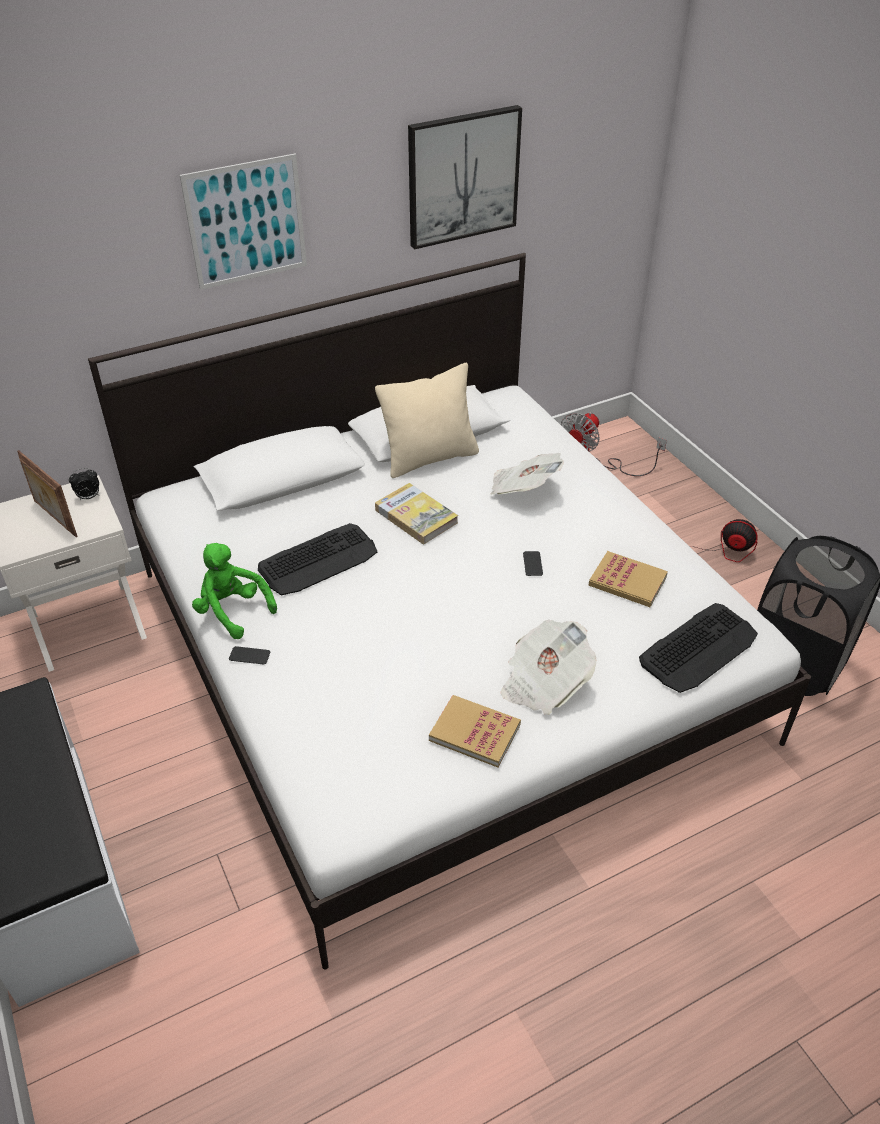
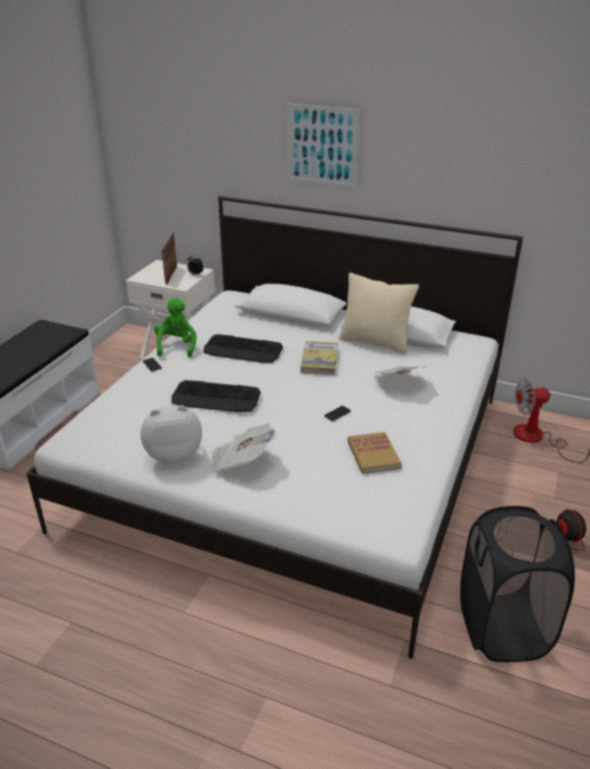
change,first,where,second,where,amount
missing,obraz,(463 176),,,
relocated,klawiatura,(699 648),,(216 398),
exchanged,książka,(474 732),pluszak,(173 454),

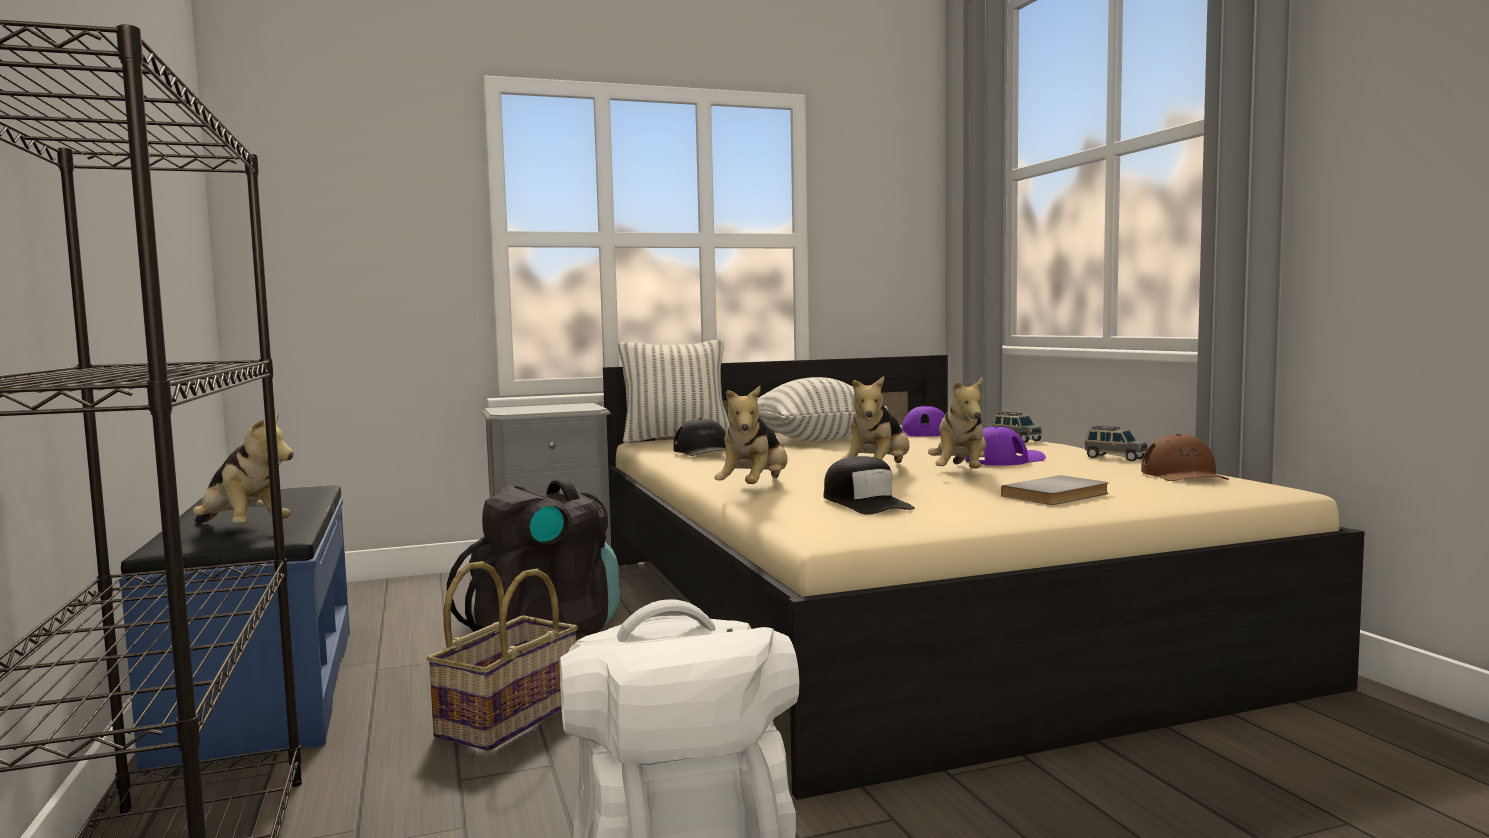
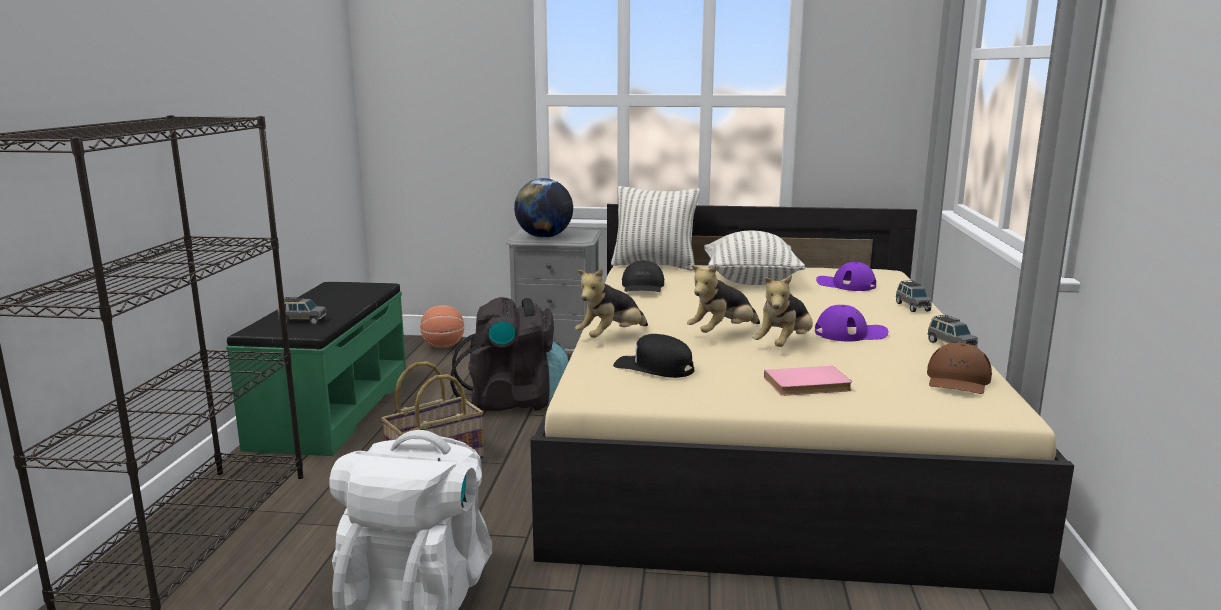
change,first,where,second,where,amount
exchanged,pluszak,(242 531),samochodzik/szary,(302 321),
spun,czapka z daszkiem/czarny,(865 503),,(654 368),120 degrees clockwise
colour,książka/szary,(1058 495),książka/różowy,(808 385),
colour,ławka/niebieski,(260 691),ławka/zielony,(330 411),
appeared,,,globus,(544 237),
appeared,,,piłka do koszykówki,(443 346),

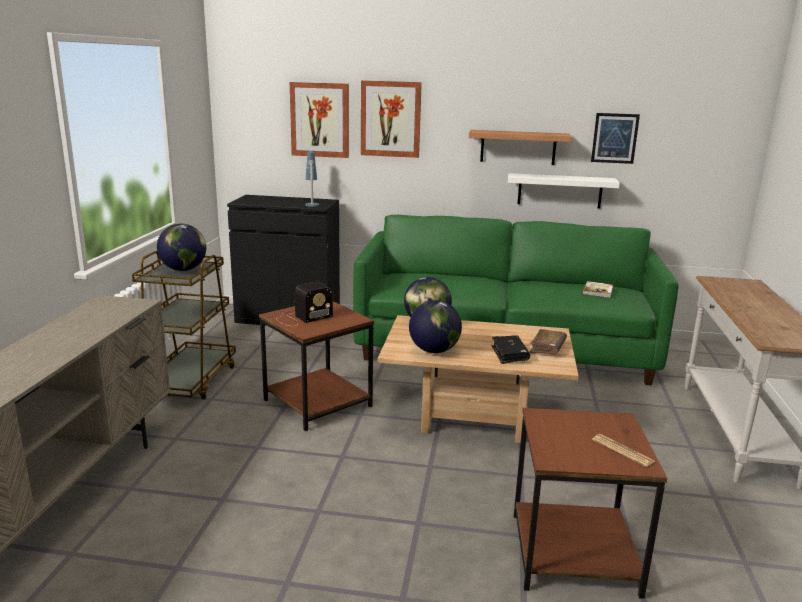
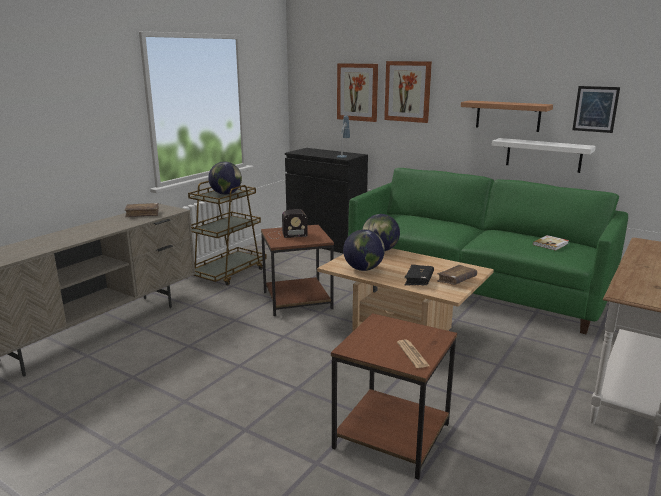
change,first,where,second,where,amount
appeared,,,książka/brązowy,(142 214),

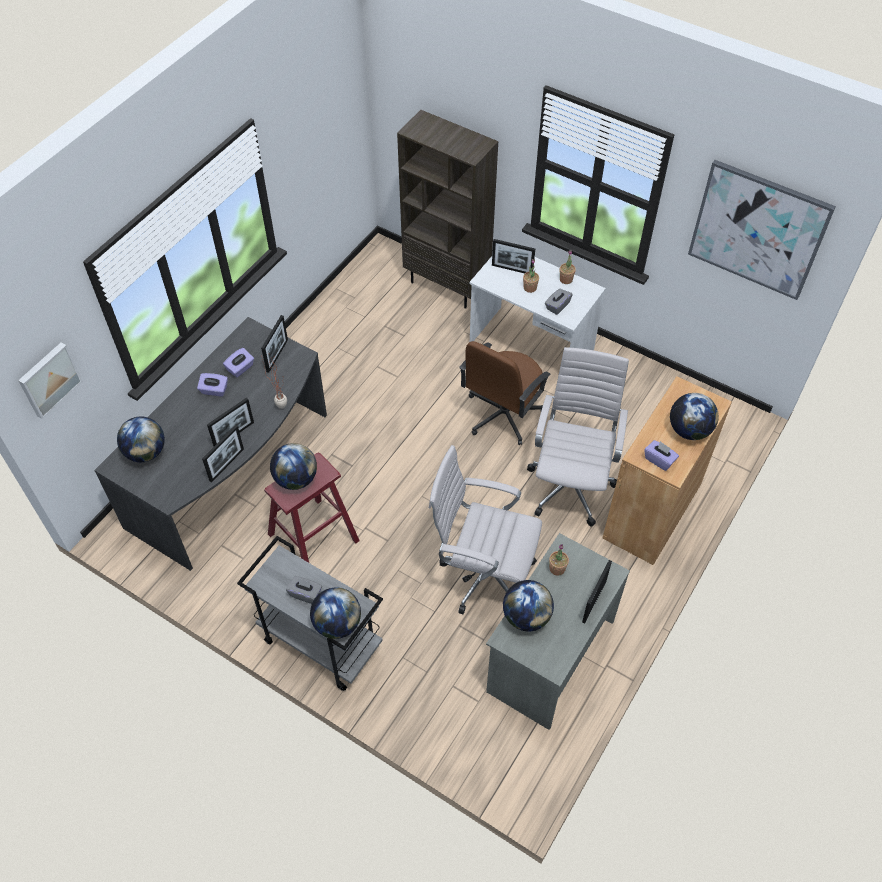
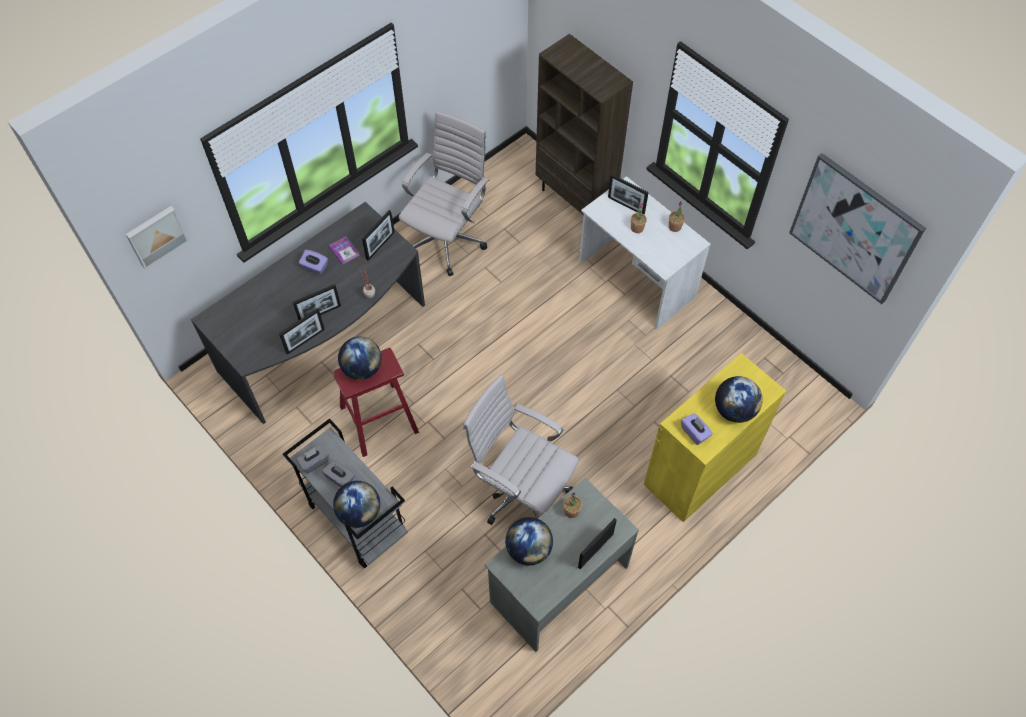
change,first,where,second,where,amount
relocated,pudełko chusteczek/szary,(557 306),,(314 462),
missing,krzesło biurowe/brązowy,(502 414),,,
relocated,krzesło biurowe/biały,(571 484),,(448 239),
exchanged,pudełko chusteczek/fioletowy,(240 368),książka,(344 251),
colour,szafka/brązowy,(652 510),szafka/żółty,(700 469),
missing,globus,(146 452),,,

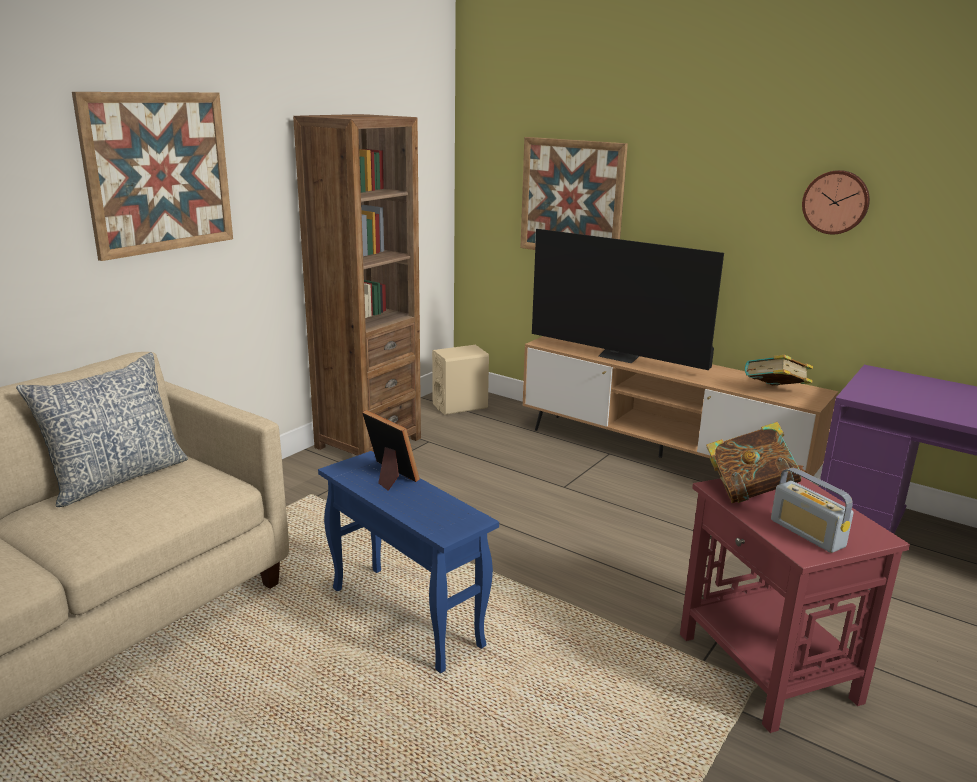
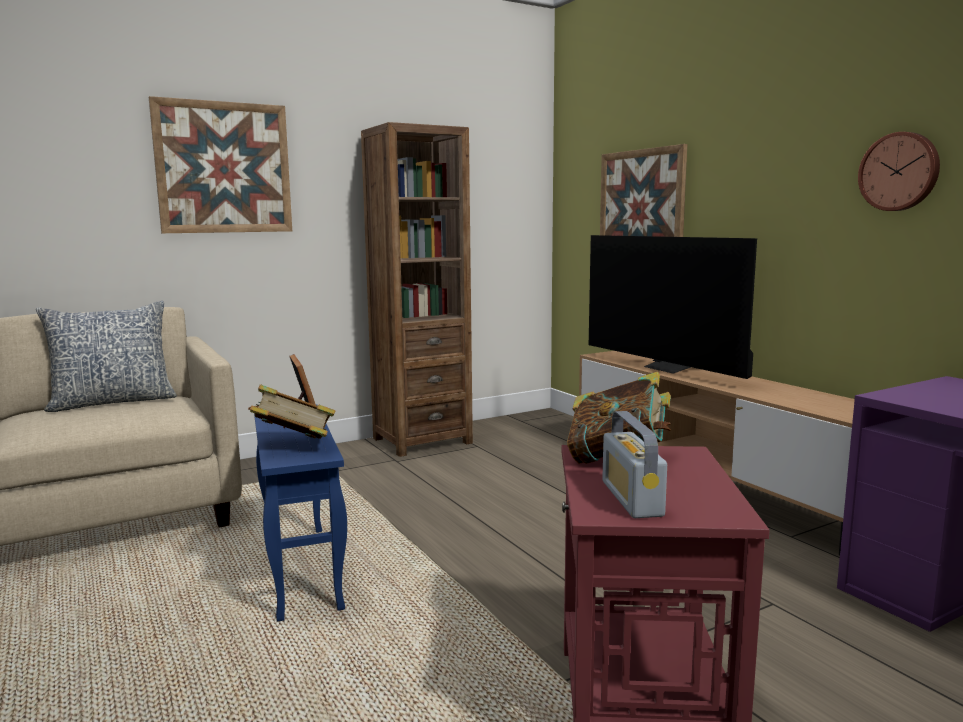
change,first,where,second,where,amount
missing,głośnik/beżowy,(460 406),,,
relocated,książka,(774 392),,(293 446),

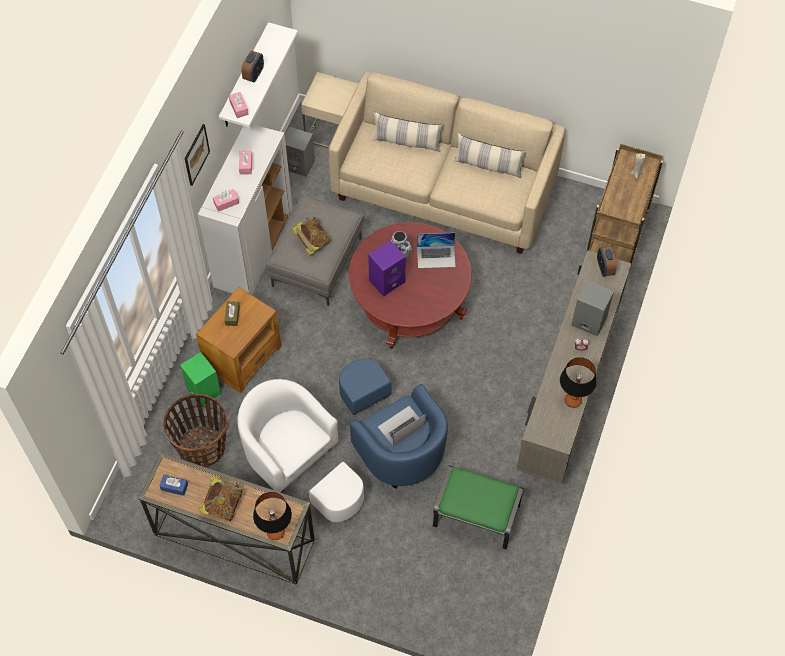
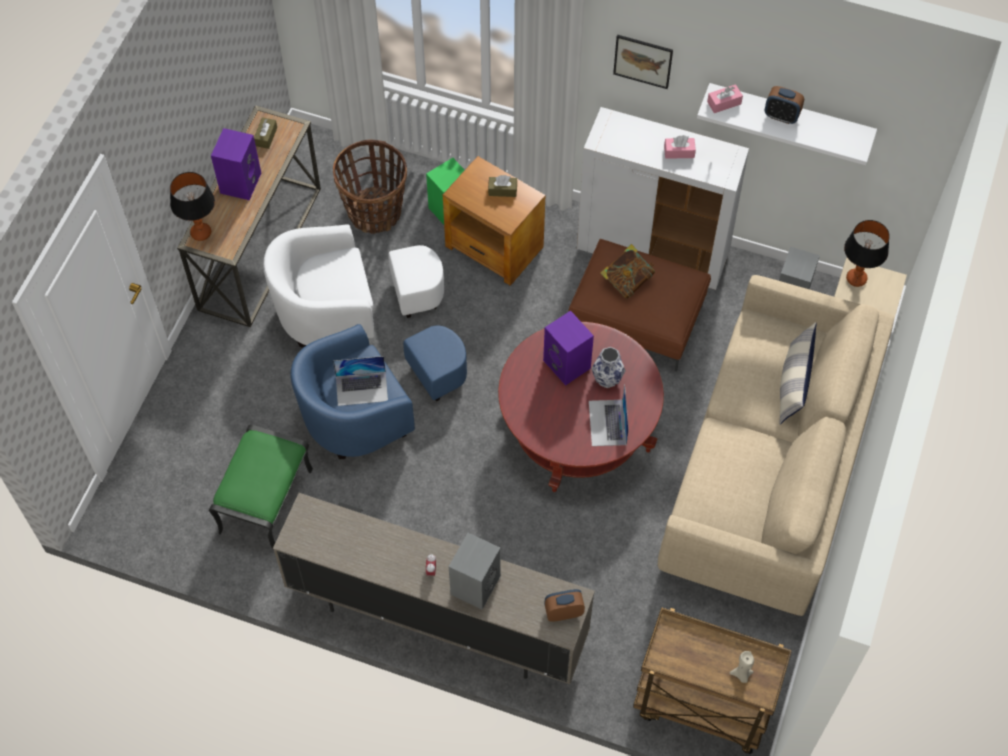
change,first,where,second,where,amount
missing,poduszka,(488 166),,,
missing,pudełko chusteczek/różowy,(226 203),,,
colour,pufa/szary,(316 261),pufa/brązowy,(638 320),
relocated,lampa stołowa,(573 400),,(856 279),
spun,fotel/biały,(299 464),,(348 309),150 degrees counterclockwise
spun,laptop,(401 426),,(362 388),120 degrees clockwise
colour,pudełko chusteczek/niebieski,(174 487),pudełko chusteczek/brązowy,(266 136),
exchanged,książka,(222 505),głośnik/fioletowy,(240 182),

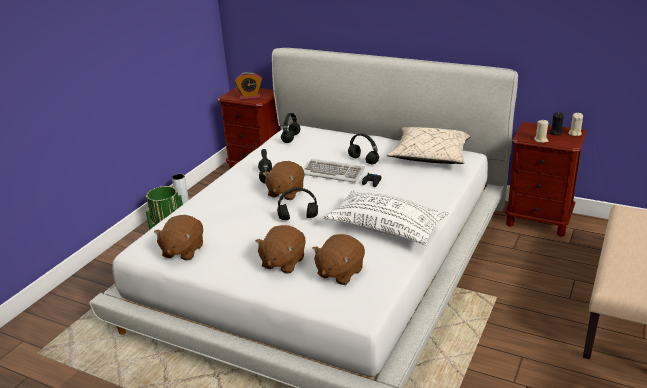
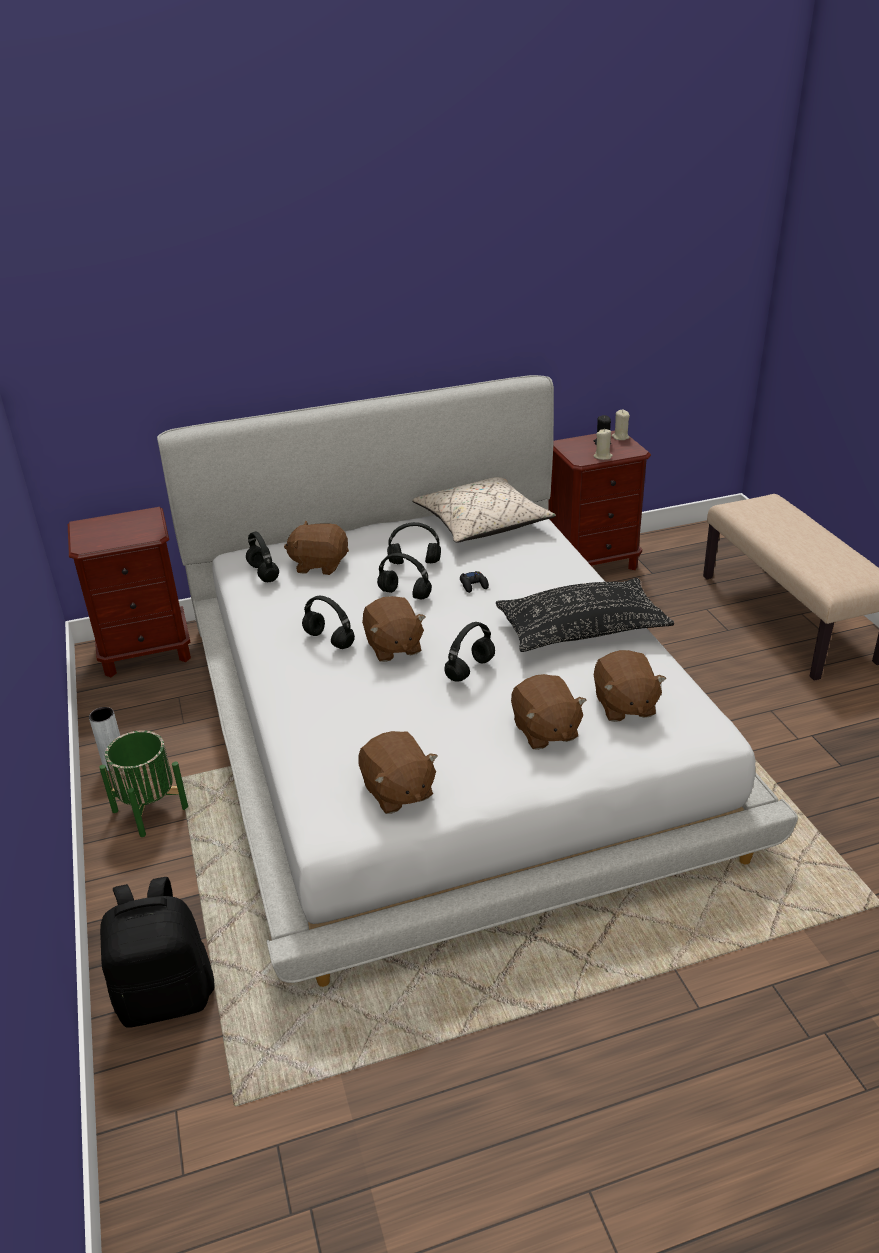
change,first,where,second,where,amount
missing,budzik,(250 97),,,
exchanged,klawiatura,(333 173),słuchawki/czarny,(406 594),
colour,poduszka/biały,(386 228),poduszka/czarny,(582 630),
appeared,,,pluszak/brązowy,(319 564),
appeared,,,plecak/czarny,(166 996),

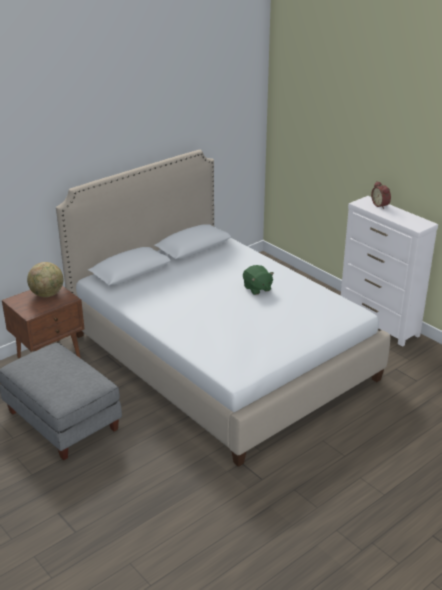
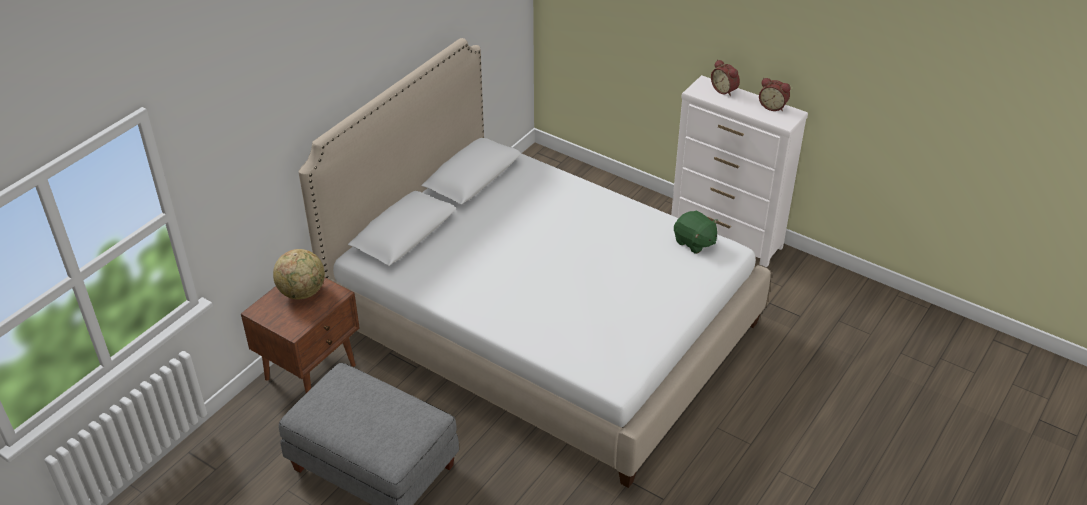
change,first,where,second,where,amount
relocated,pluszak/zielony,(257 288),,(694 242),
appeared,,,budzik,(773 106),

